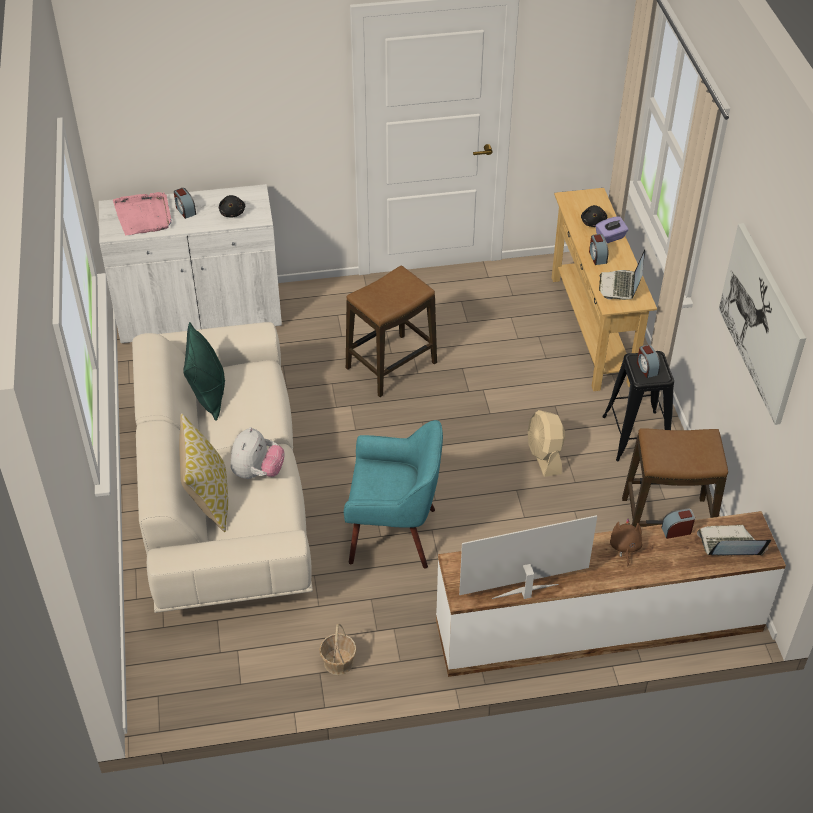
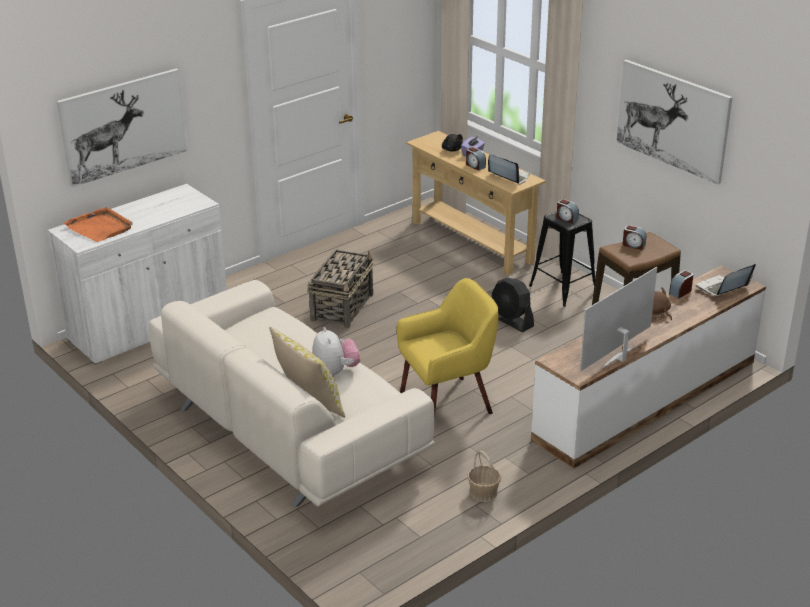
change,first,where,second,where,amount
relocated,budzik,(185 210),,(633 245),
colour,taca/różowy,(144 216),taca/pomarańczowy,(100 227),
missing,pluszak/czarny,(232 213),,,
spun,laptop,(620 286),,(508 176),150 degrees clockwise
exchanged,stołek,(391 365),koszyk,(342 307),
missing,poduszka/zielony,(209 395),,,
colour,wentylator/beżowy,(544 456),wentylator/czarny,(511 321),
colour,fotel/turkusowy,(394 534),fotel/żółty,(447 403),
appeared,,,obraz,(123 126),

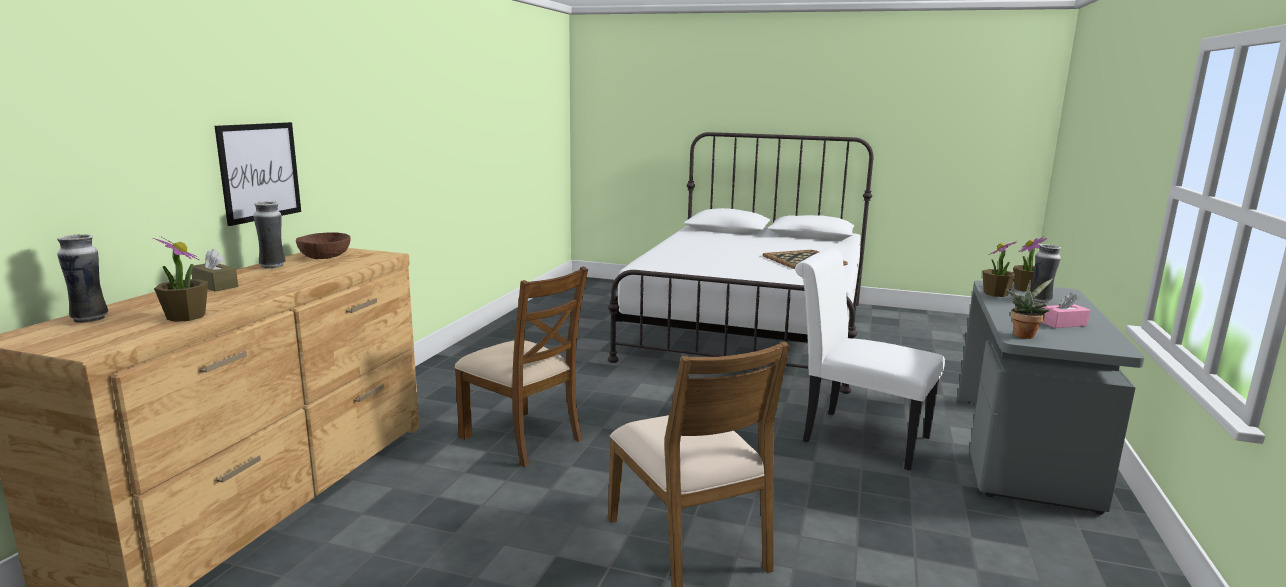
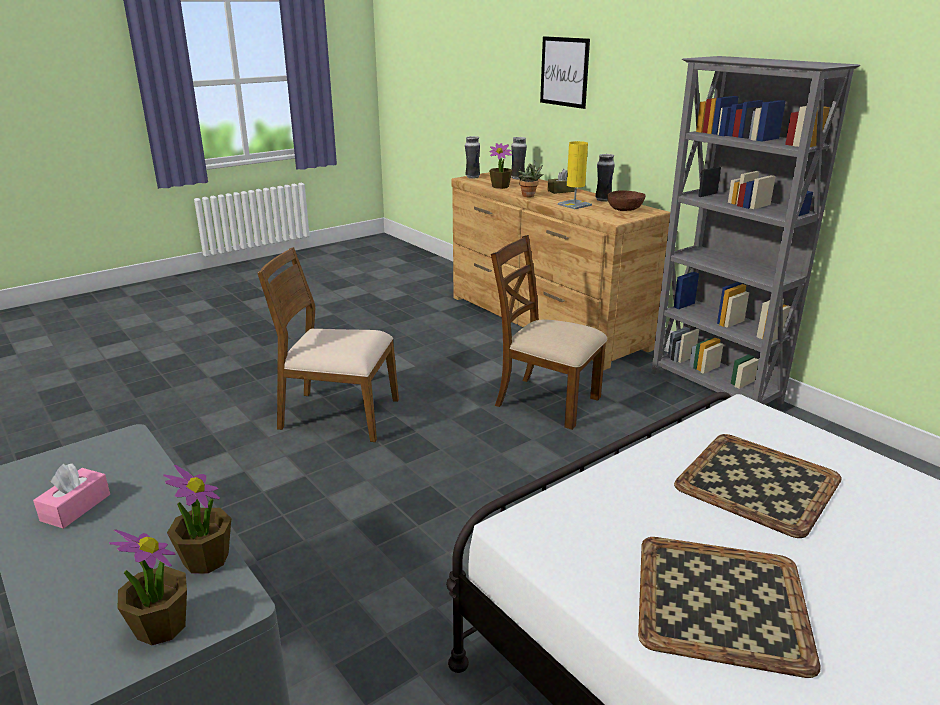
change,first,where,second,where,amount
relocated,obraz,(259 171),,(564 72),
relocated,wazon,(1040 301),,(472 177),
missing,krzesło/biały,(856 437),,,
spun,krzesło/brązowy,(523 438),,(546 401),45 degrees clockwise
relocated,roślina doniczkowa,(1024 334),,(529 196),
appeared,,,regał/szary,(714 388),
appeared,,,lampa stołowa/żółty,(574 205),
appeared,,,taca,(755 483),

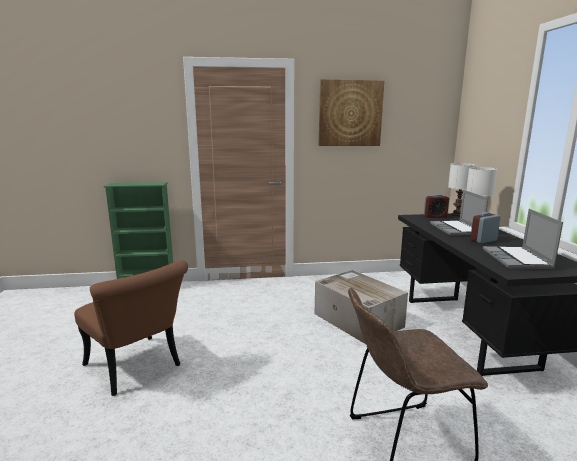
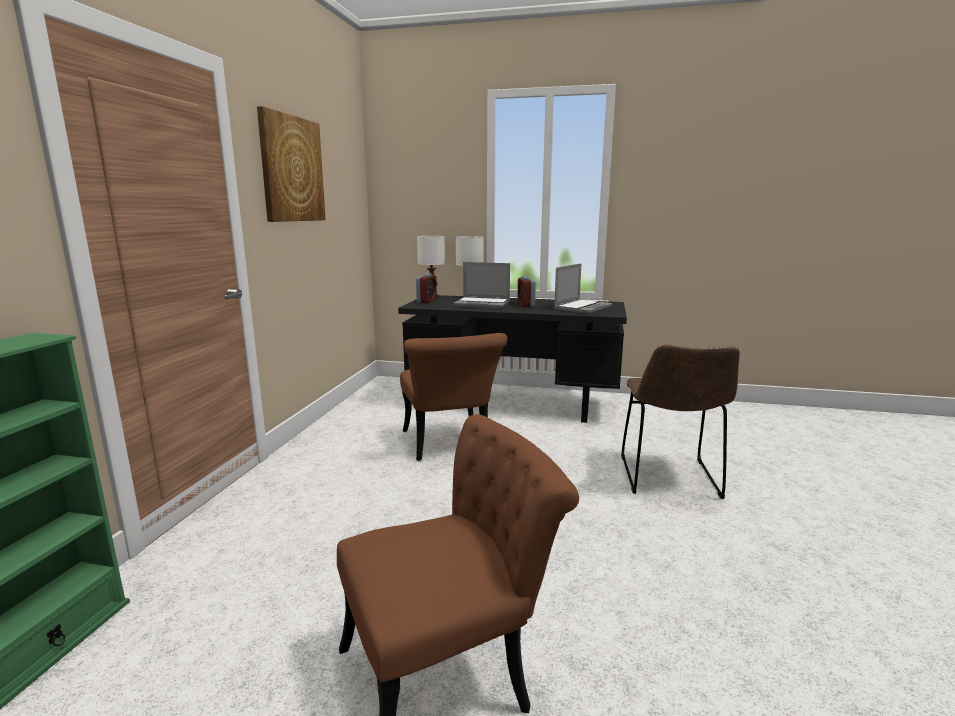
change,first,where,second,where,amount
spun,laptop,(517 259),,(582 308),75 degrees counterclockwise
exchanged,karton,(357 320),krzesło/brązowy,(449 445),

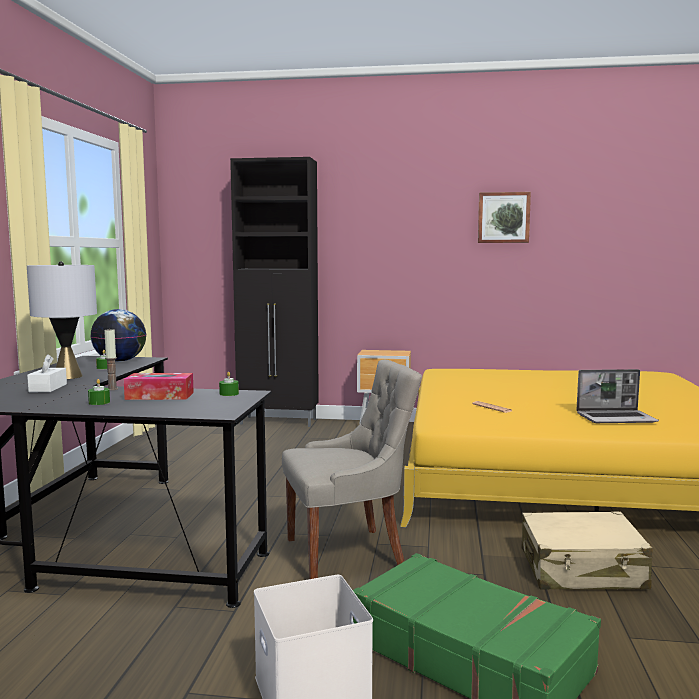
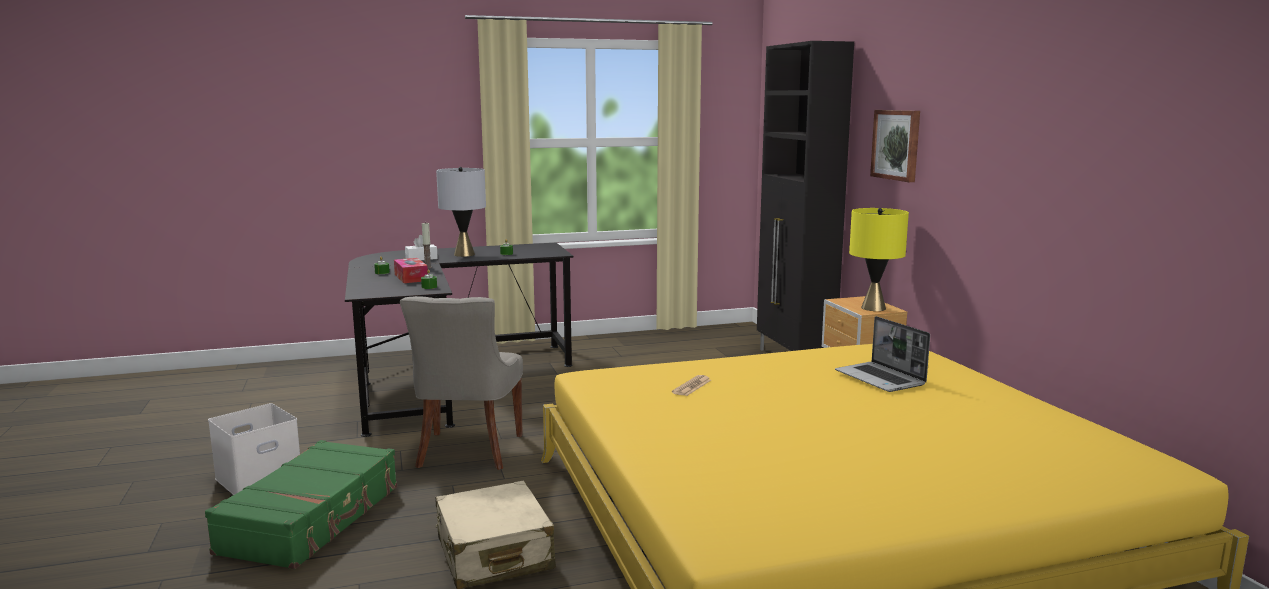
change,first,where,second,where,amount
relocated,obraz,(503 217),,(897 144),
missing,globus,(120 361),,,
spun,krzesło/szary,(348 554),,(468 452),45 degrees clockwise
relocated,laptop,(616 418),,(881 379),
appeared,,,lampa stołowa/żółty,(873 308),

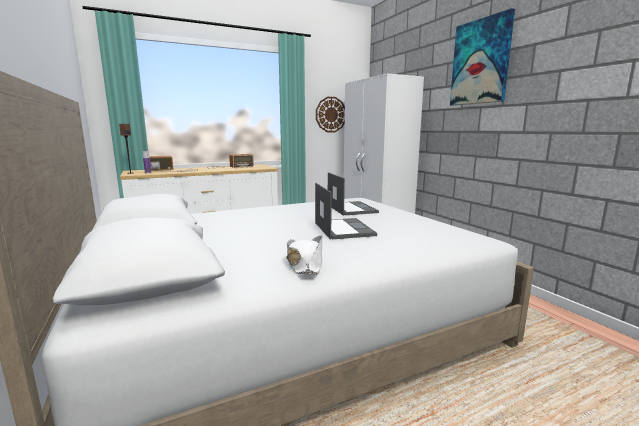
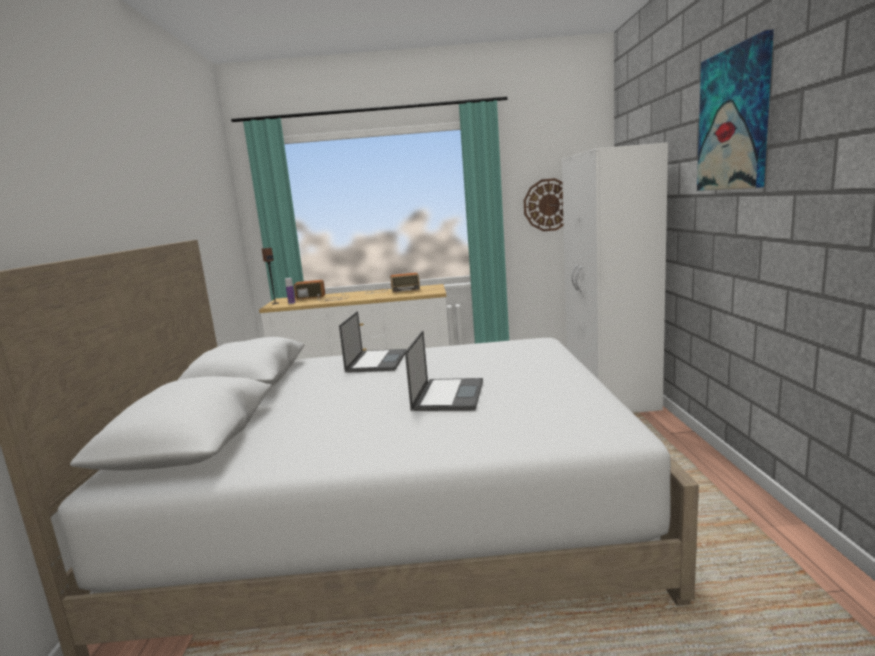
change,first,where,second,where,amount
relocated,laptop,(351 208),,(377 361),
missing,kapelusz/biały,(305 264),,,

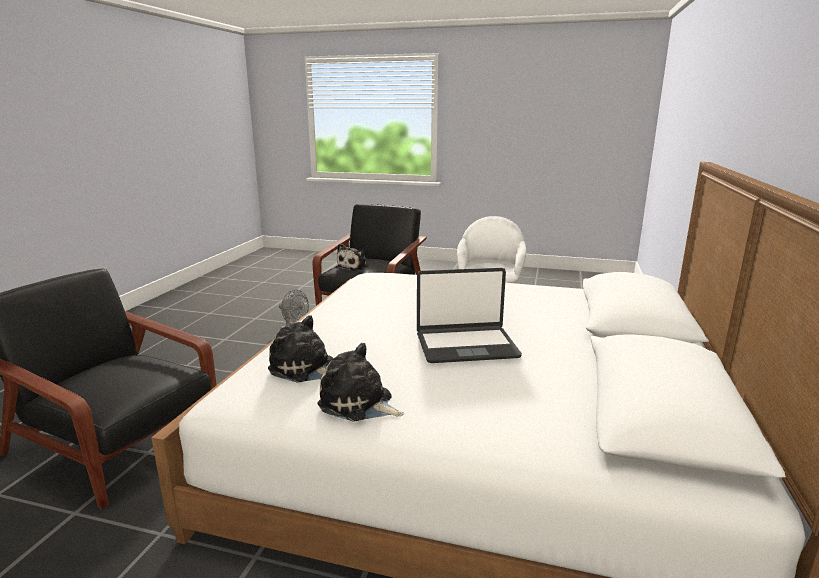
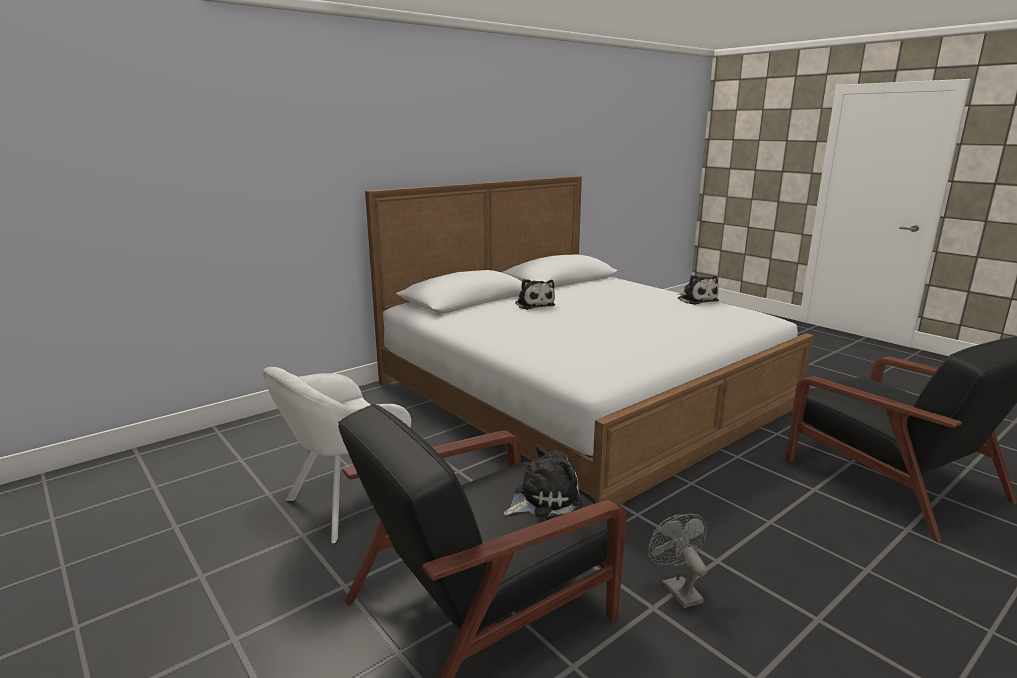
change,first,where,second,where,amount
missing,laptop,(466 345),,,
relocated,pluszak,(305 369),,(534 304),

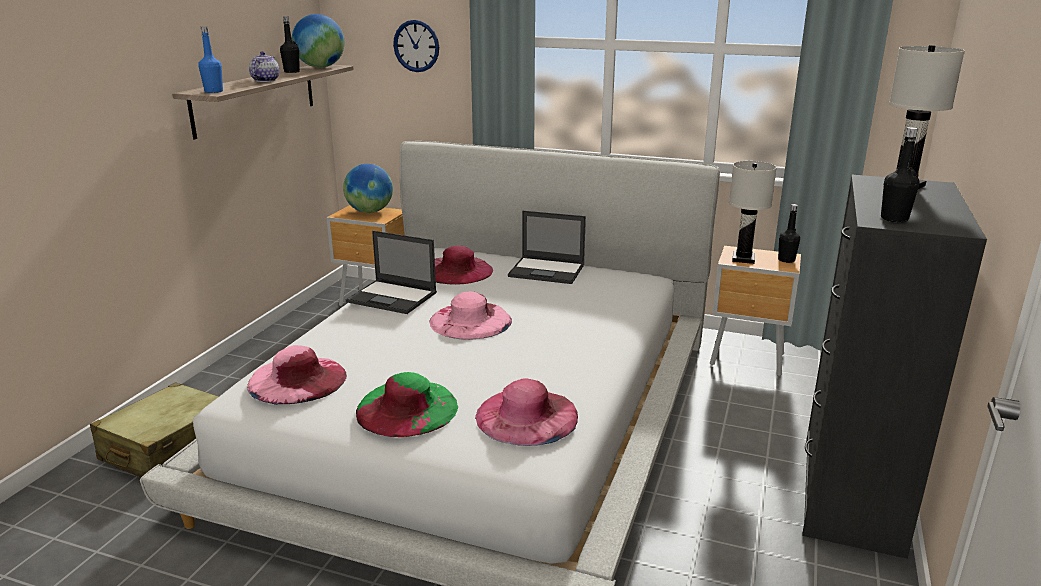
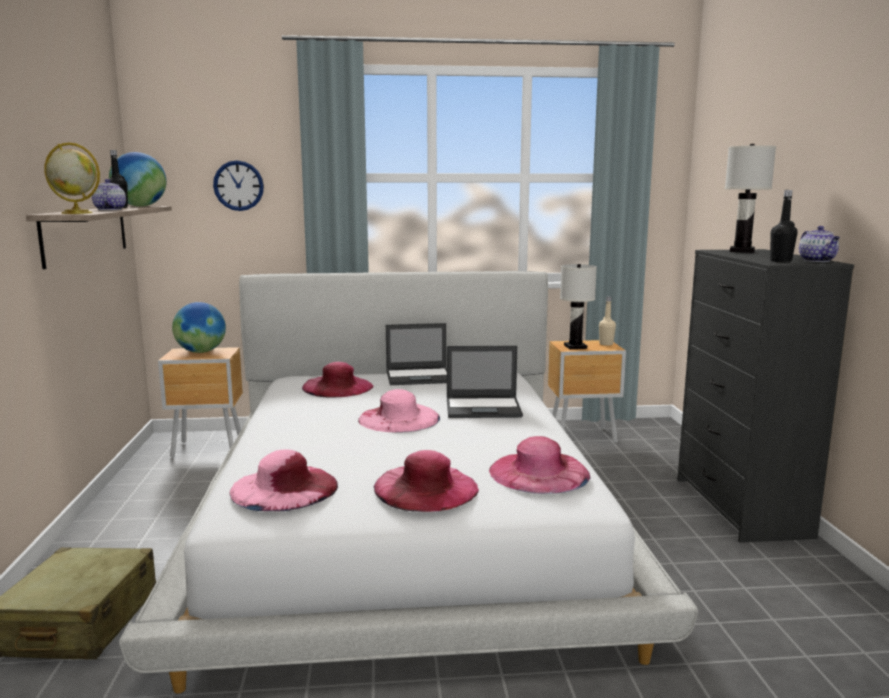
change,first,where,second,where,amount
exchanged,butelka/niebieski,(214 91),globus,(75 213),
colour,butelka/czarny,(786 260),butelka/beżowy,(606 344),
relocated,laptop,(393 297),,(484 408),
colour,kapelusz/zielony,(407 408),kapelusz/różowy,(425 487),
appeared,,,imbryk,(817 261),

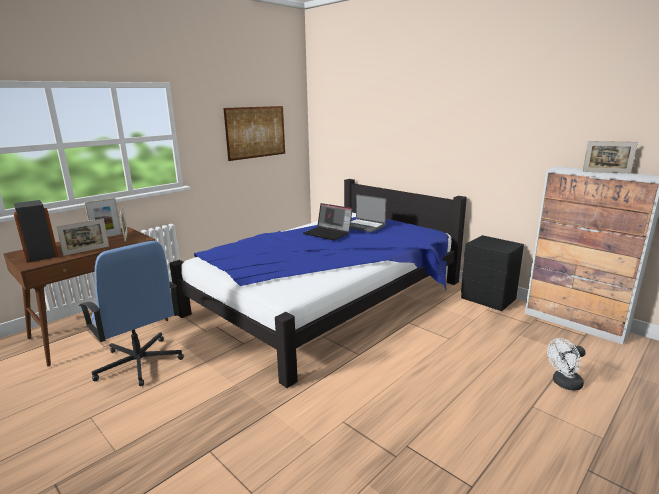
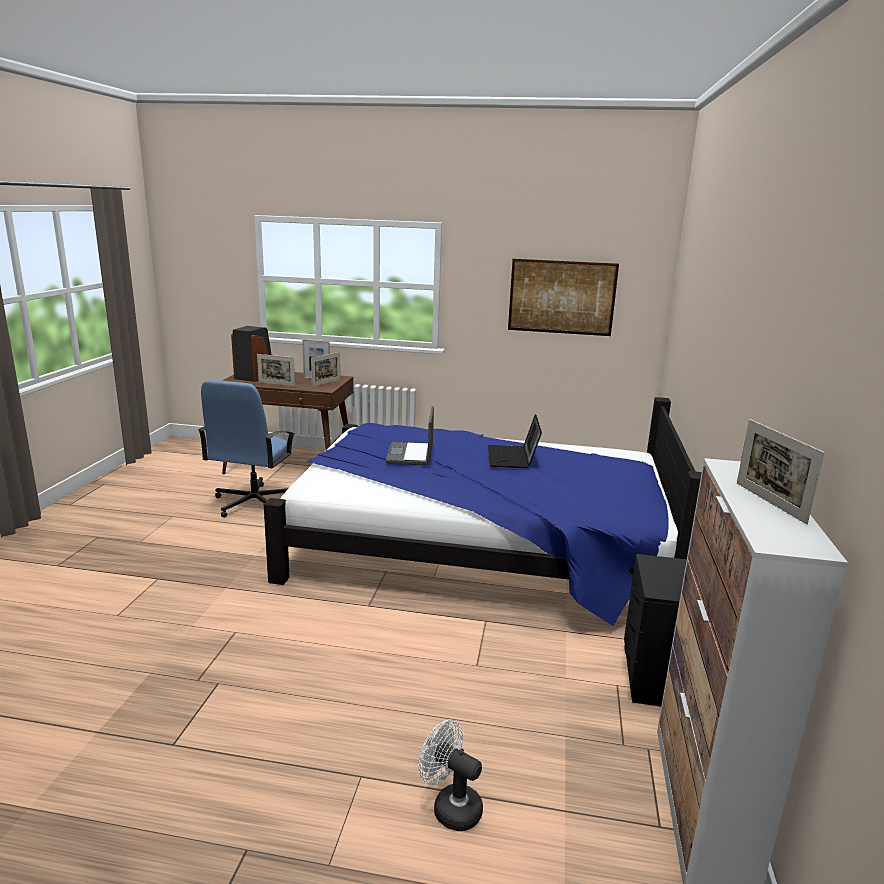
change,first,where,second,where,amount
relocated,laptop,(364 226),,(411 455),

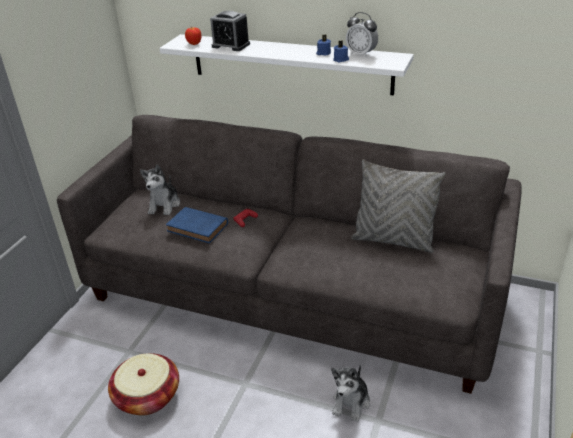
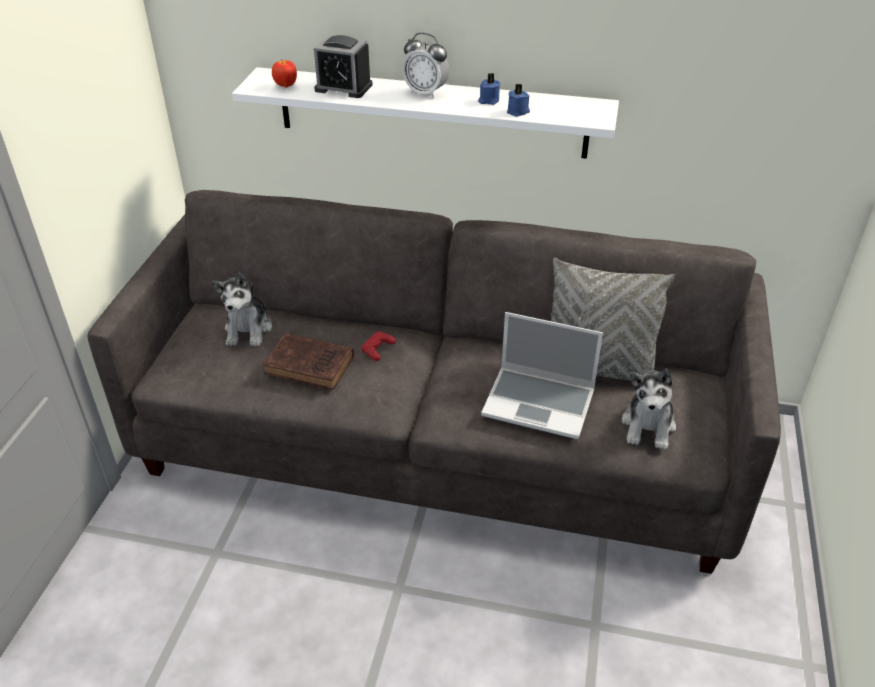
change,first,where,second,where,amount
relocated,budzik,(361 54),,(426 93),
colour,książka/niebieski,(199 228),książka/brązowy,(311 365),
missing,koszyk,(147 396),,,
relocated,pluszak,(351 402),,(648 426),
appeared,,,laptop,(540 403),

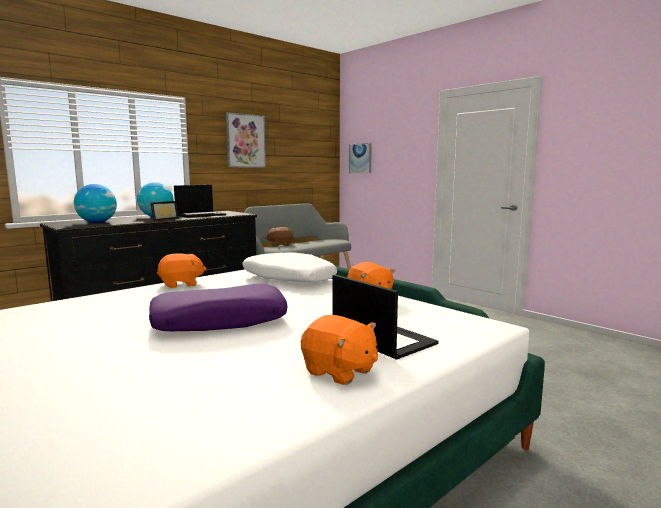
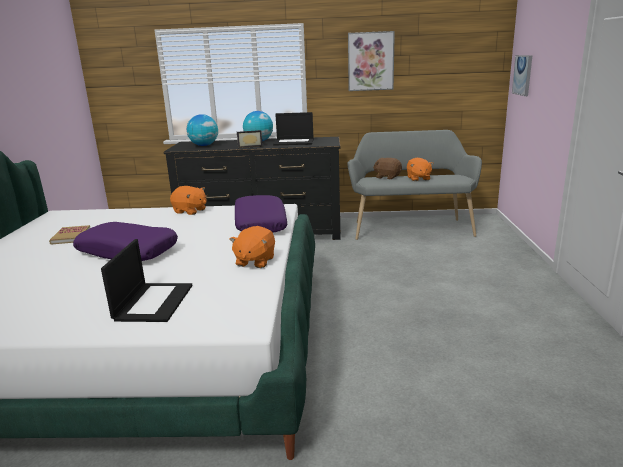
change,first,where,second,where,amount
colour,poduszka/biały,(288 279),poduszka/fioletowy,(259 223),
relocated,pluszak/pomarańczowy,(339 372),,(418 178),
appeared,,,książka,(71 236),

